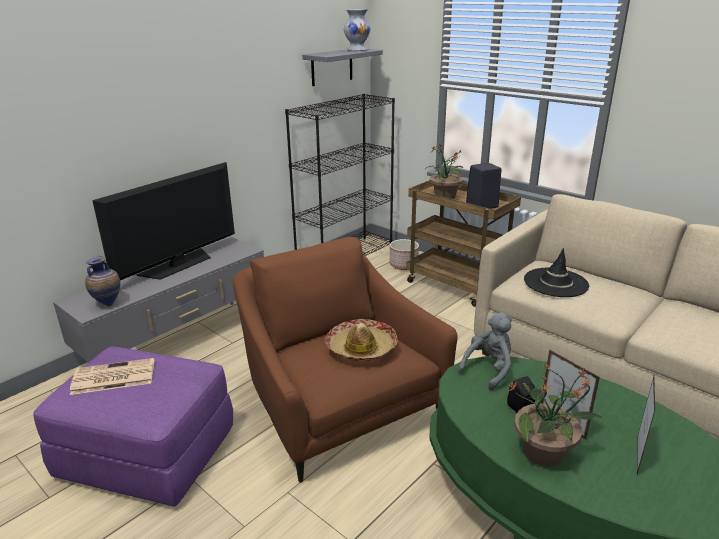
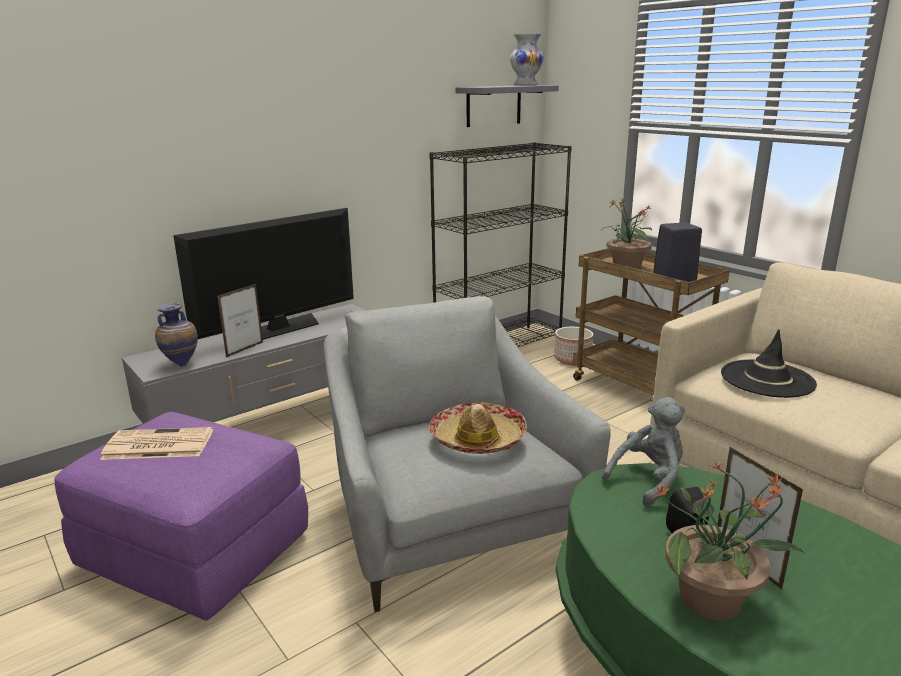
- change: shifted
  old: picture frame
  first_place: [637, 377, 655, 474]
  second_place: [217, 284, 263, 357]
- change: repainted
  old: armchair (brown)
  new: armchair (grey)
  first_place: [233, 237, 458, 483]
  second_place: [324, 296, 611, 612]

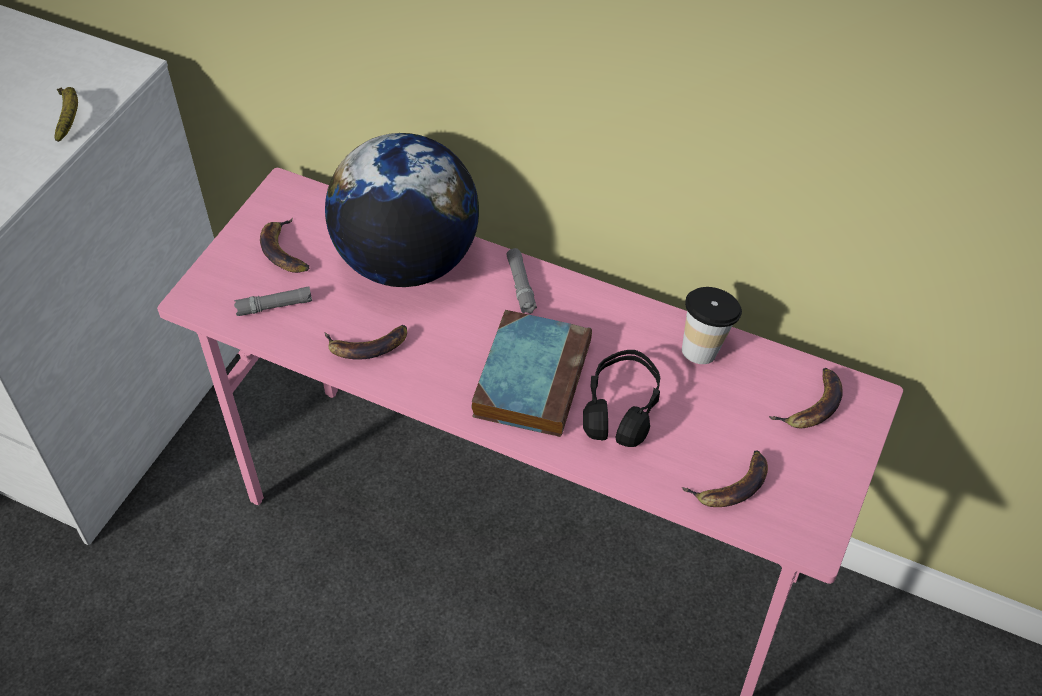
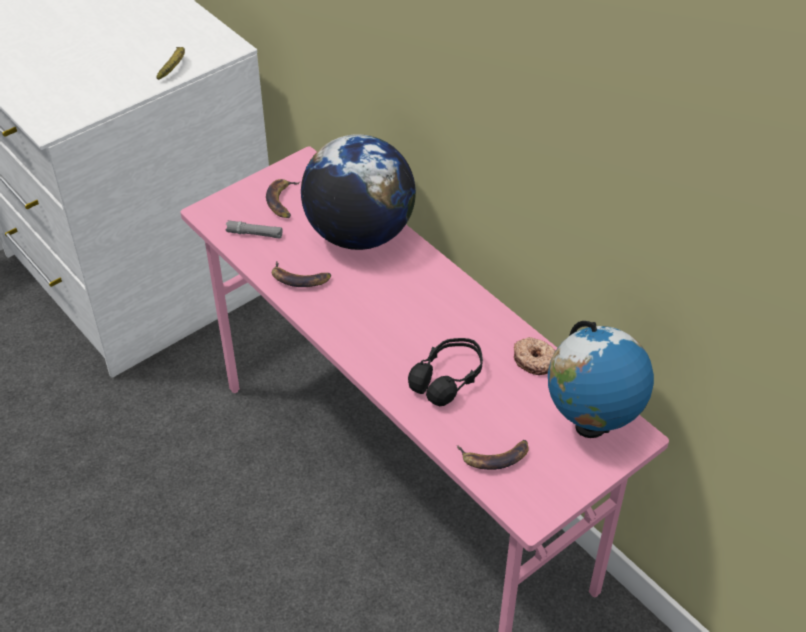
- change: swapped
  old: cup
  new: donut
  first_place: [682, 287, 742, 364]
  second_place: [514, 337, 555, 375]
- change: swapped
  old: banana
  new: globe
  first_place: [769, 368, 843, 428]
  second_place: [548, 321, 654, 438]
- change: gone
  old: book
  first_place: [471, 310, 592, 437]
- change: gone
  old: flashlight (grey)
  first_place: [507, 248, 537, 314]

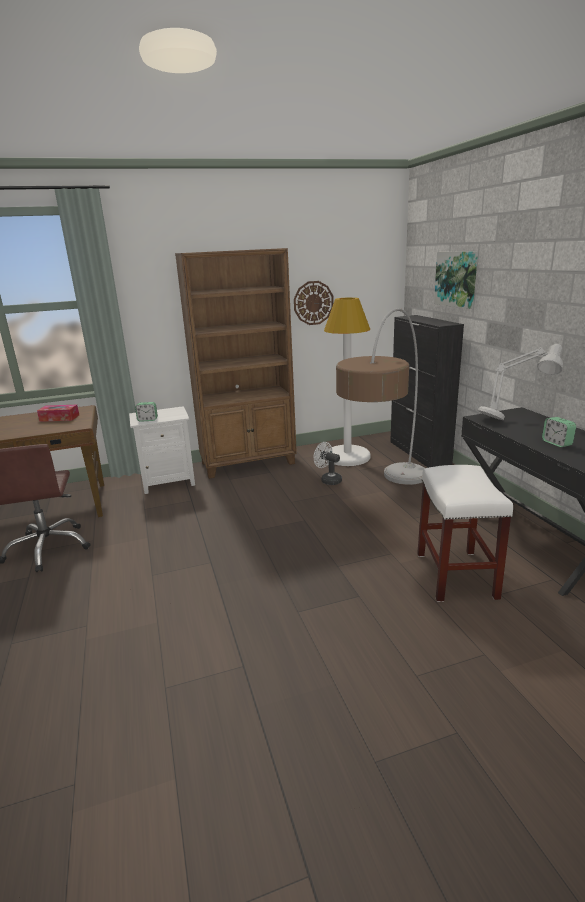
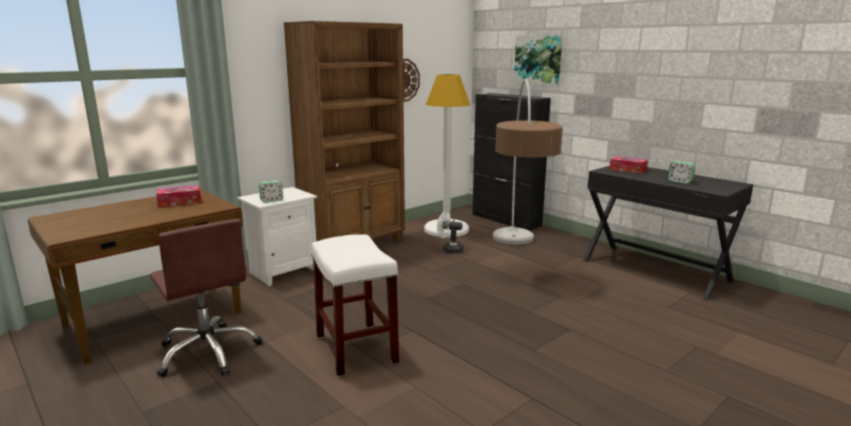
- change: shifted
  old: stool (white)
  first_place: [417, 465, 513, 602]
  second_place: [311, 235, 399, 377]
- change: swapped
  old: table lamp (grey)
  new: tissue box
  first_place: [478, 344, 563, 420]
  second_place: [609, 156, 648, 174]

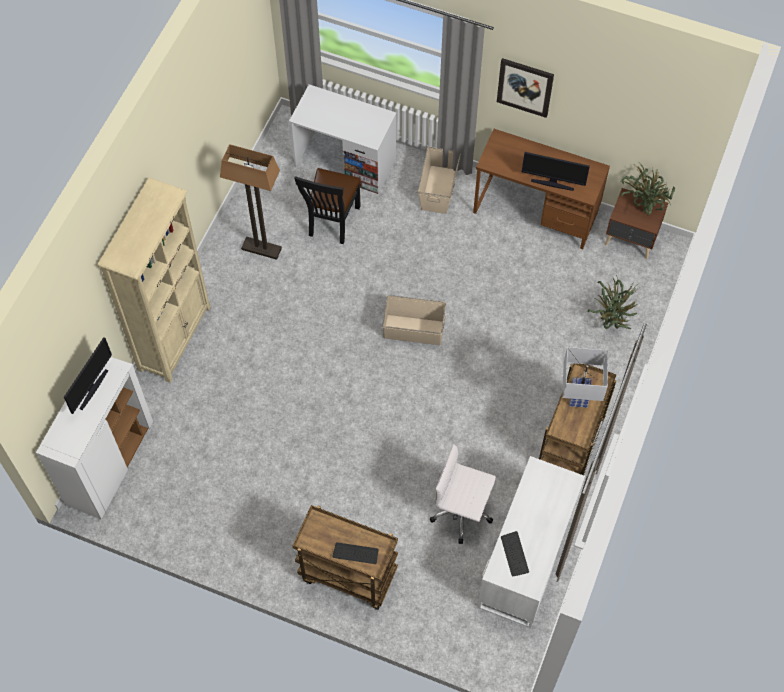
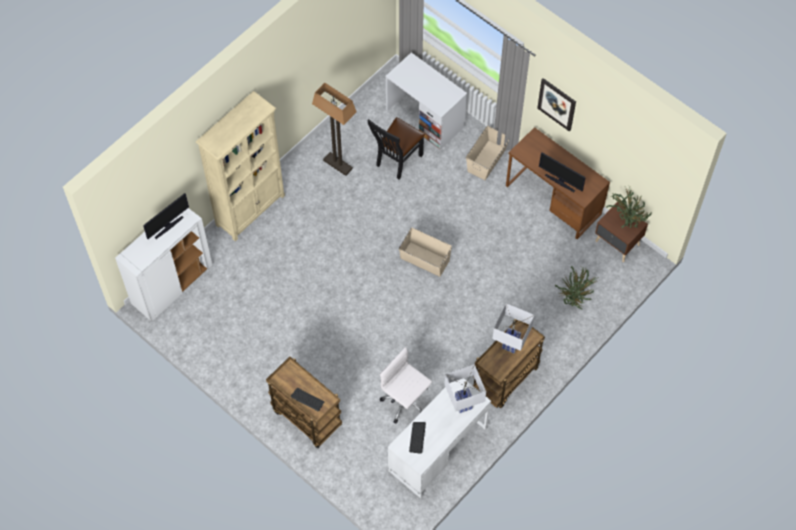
- change: new
  new: table lamp (white)
  second_place: [444, 364, 486, 413]

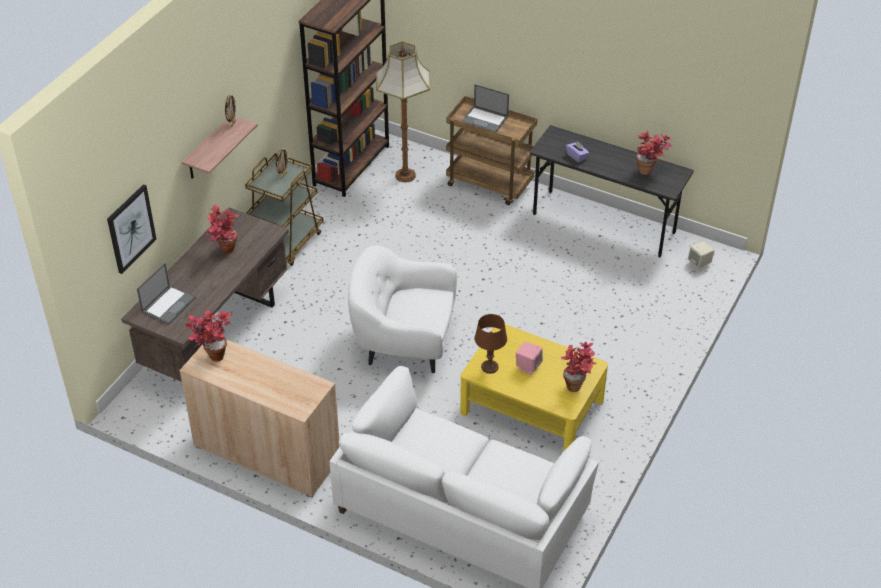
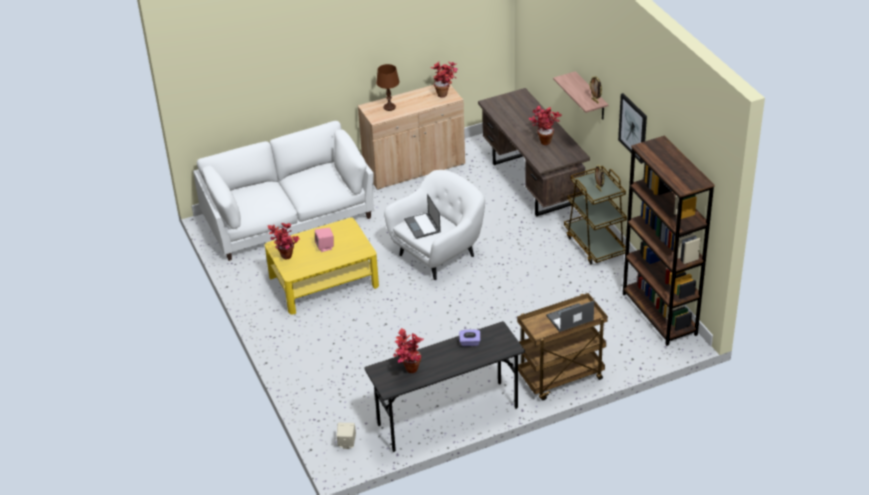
- change: shifted
  old: table lamp (brown)
  first_place: [475, 314, 507, 374]
  second_place: [376, 64, 400, 111]
- change: shifted
  old: laptop
  first_place: [137, 263, 196, 325]
  second_place: [404, 194, 441, 239]
- change: shifted
  old: picture
  first_place: [107, 184, 156, 274]
  second_place: [618, 93, 647, 164]
- change: gone
  old: floor lamp
  first_place: [376, 41, 430, 182]

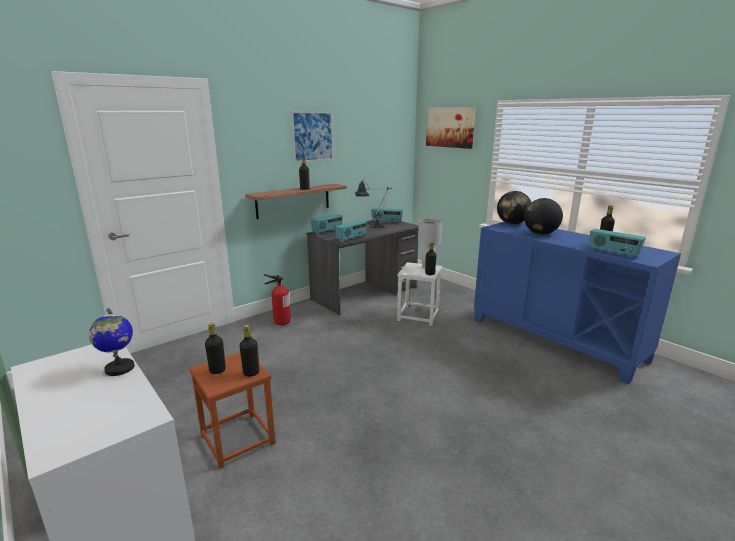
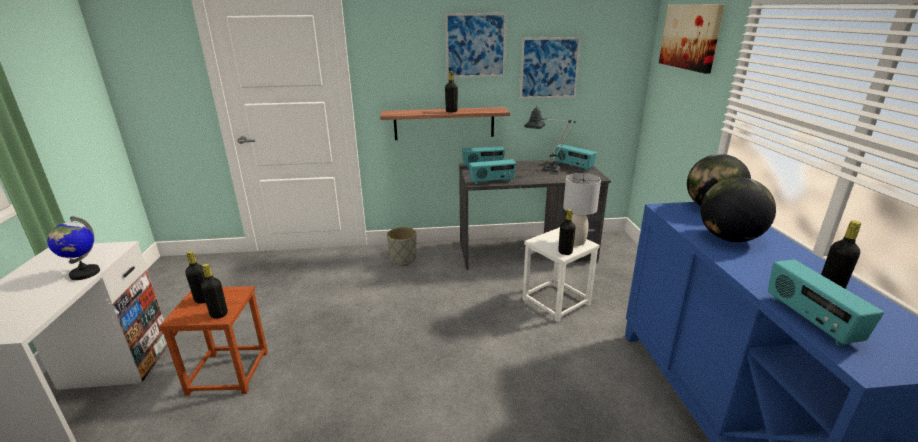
- change: swapped
  old: fire extinguisher
  new: planter (grey)
  first_place: [264, 274, 291, 325]
  second_place: [387, 227, 417, 266]
- change: new
  new: picture
  second_place: [520, 37, 581, 99]

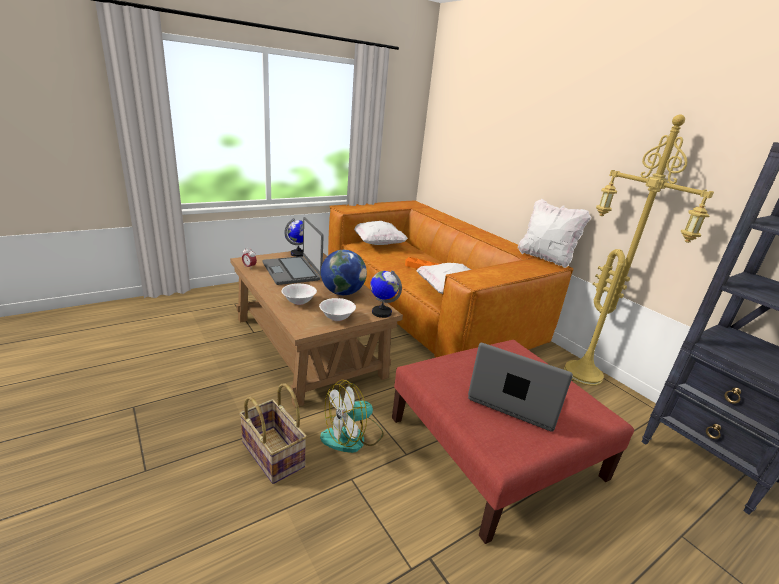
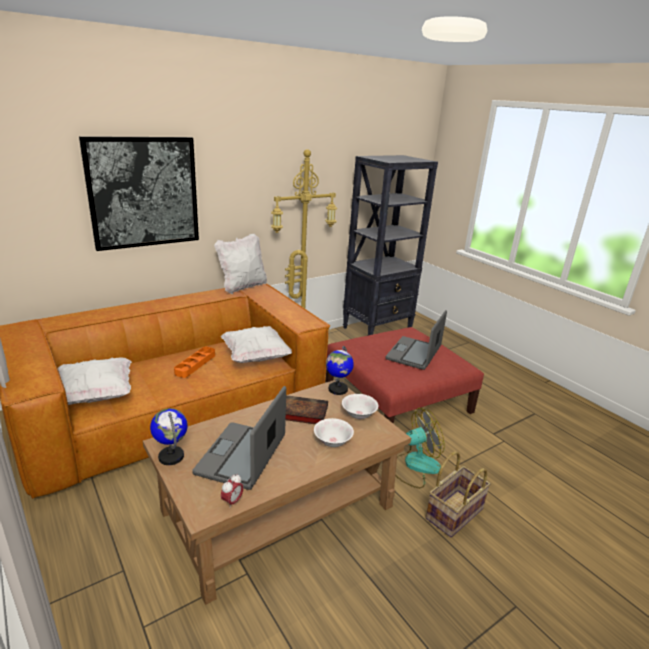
- change: new
  new: picture
  second_place: [79, 136, 199, 251]
- change: rotated
  old: laptop
  first_place: [262, 217, 324, 285]
  second_place: [192, 386, 286, 490]
  degrees: 135
- change: swapped
  old: globe
  new: book
  first_place: [321, 250, 367, 295]
  second_place: [286, 395, 328, 424]
- change: rotated
  old: fan
  first_place: [320, 380, 383, 453]
  second_place: [395, 408, 445, 488]
  degrees: -75

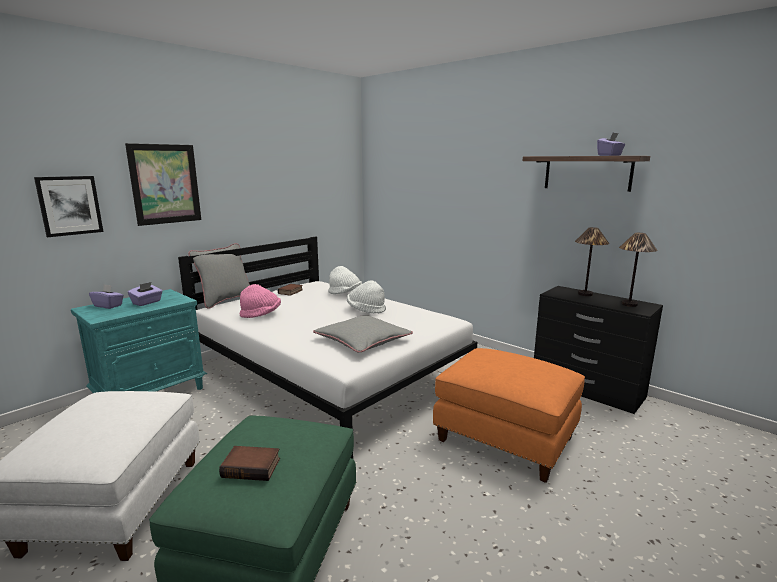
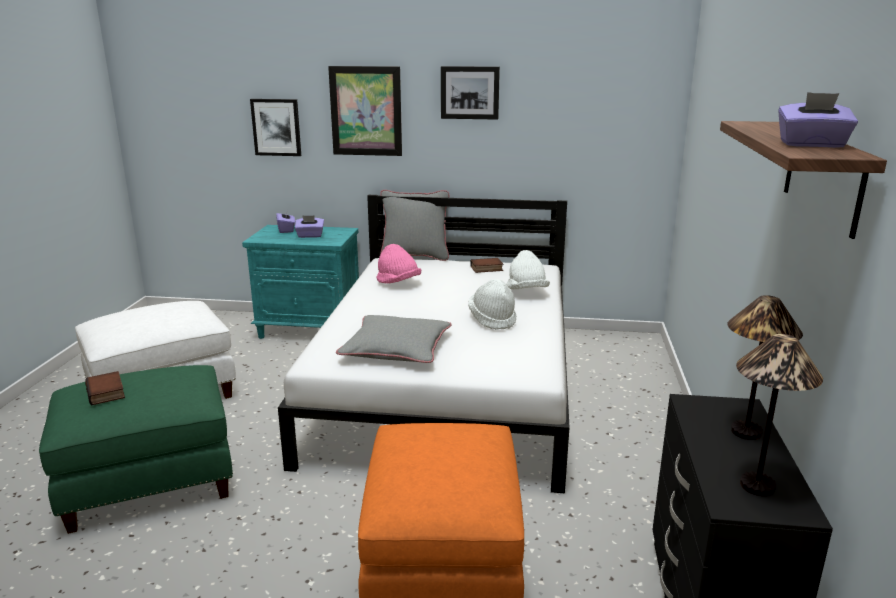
- change: new
  new: picture
  second_place: [441, 66, 500, 120]

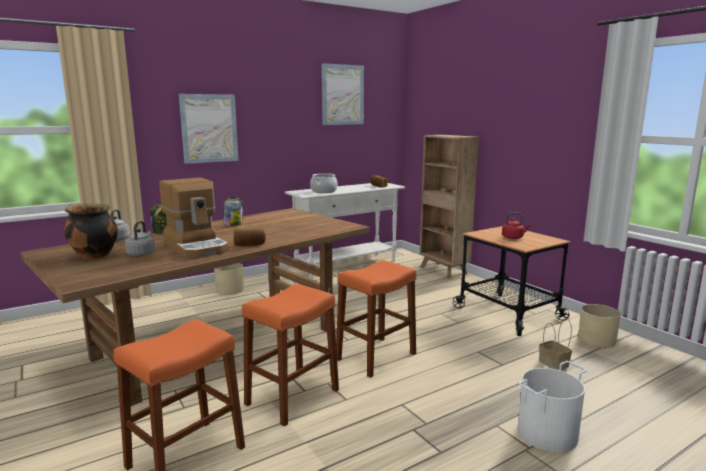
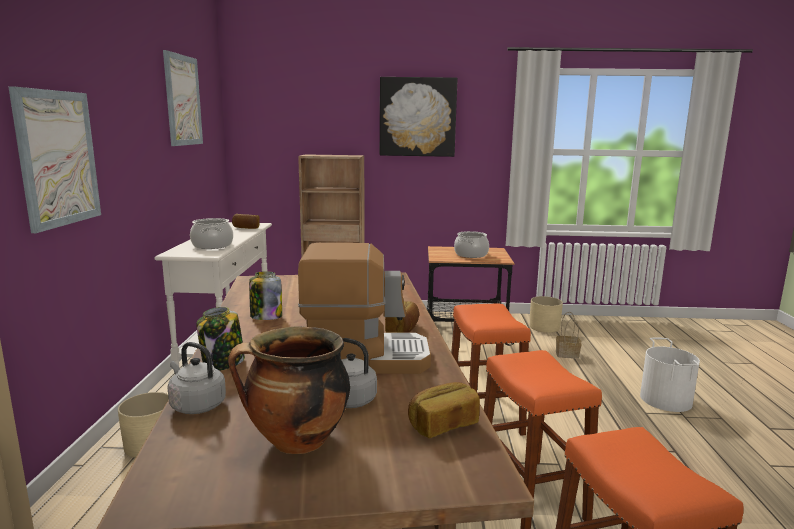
- change: new
  new: picture
  second_place: [380, 77, 458, 157]
- change: new
  new: bread
  second_place: [408, 382, 480, 438]
- change: swapped
  old: kettle (red)
  new: cooking pot
  first_place: [502, 212, 531, 239]
  second_place: [454, 231, 489, 258]

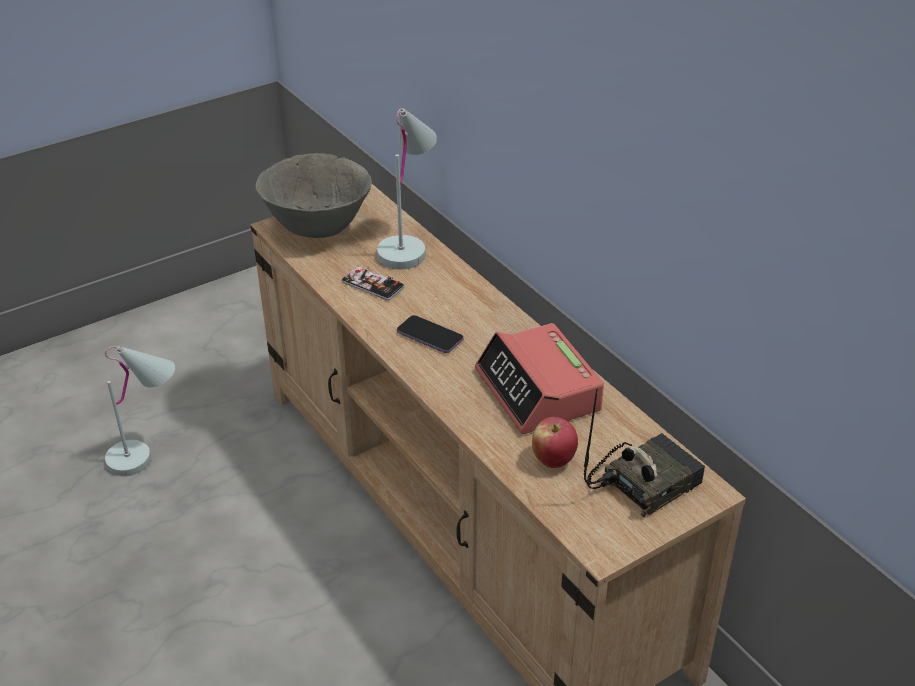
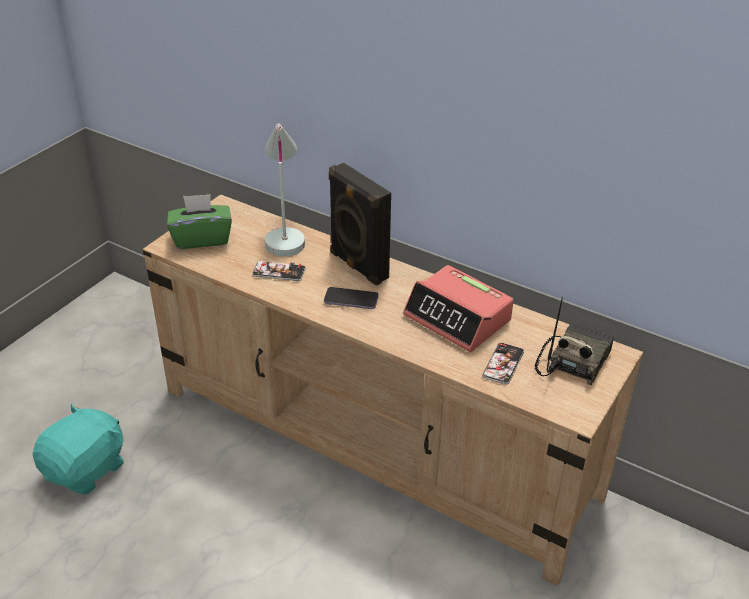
- change: swapped
  old: table lamp (white)
  new: plush toy (turquoise)
  first_place: [105, 346, 175, 476]
  second_place: [33, 404, 124, 494]
- change: swapped
  old: bowl (grey)
  new: tissue box (green)
  first_place: [255, 153, 372, 238]
  second_place: [167, 194, 232, 249]
- change: new
  new: speaker (black)
  second_place: [329, 163, 391, 286]
- change: swapped
  old: apple
  new: phone
  first_place: [532, 417, 578, 468]
  second_place: [482, 343, 524, 385]

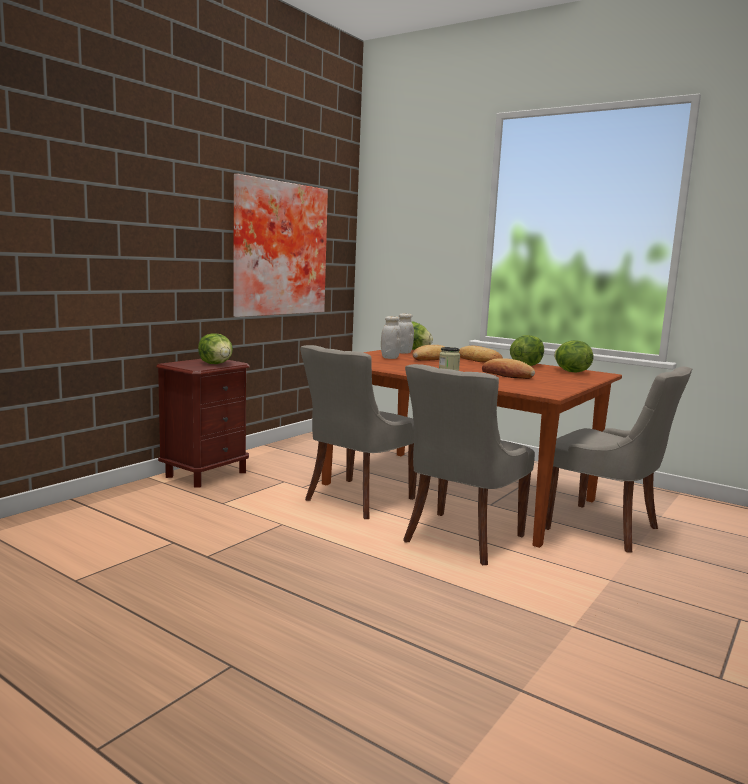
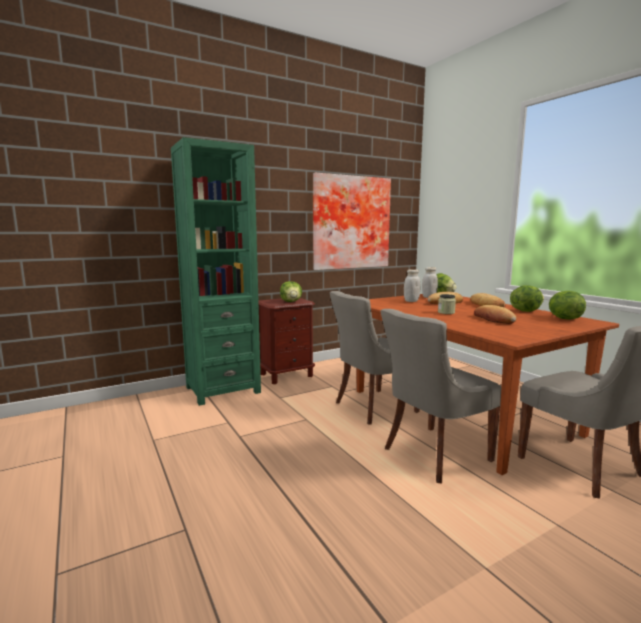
- change: new
  new: bookcase (green)
  second_place: [171, 137, 261, 406]

